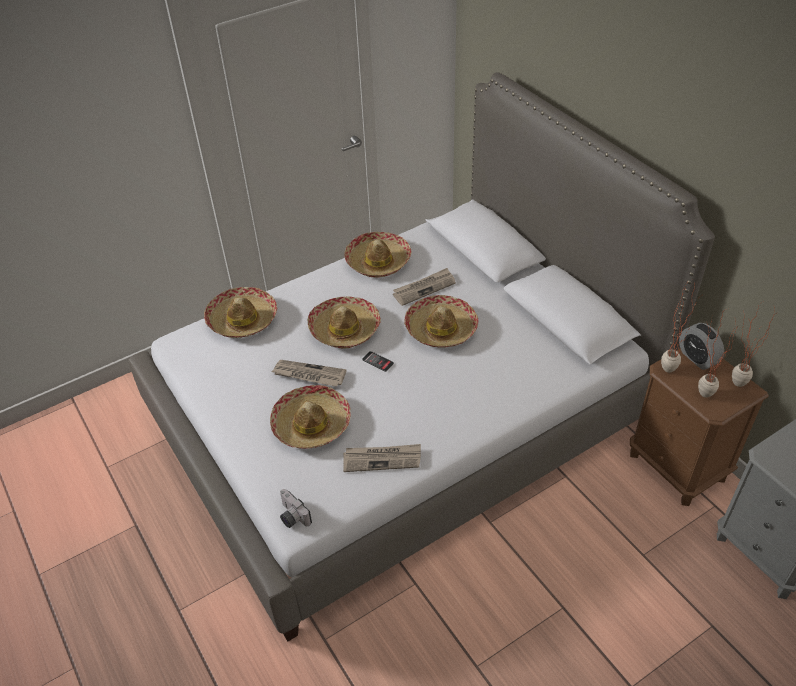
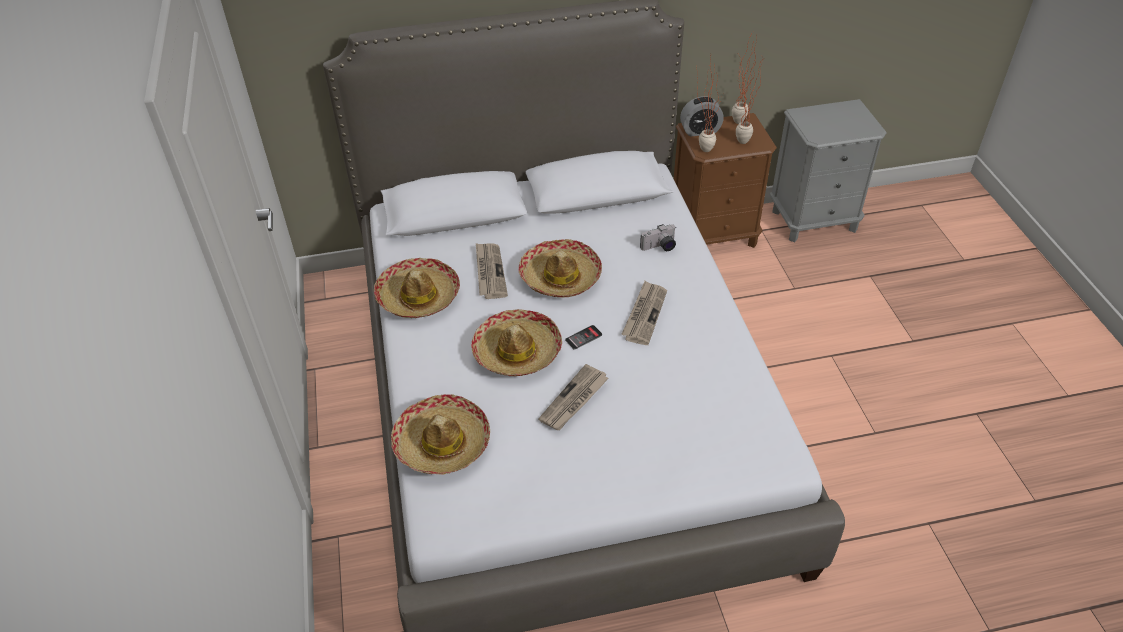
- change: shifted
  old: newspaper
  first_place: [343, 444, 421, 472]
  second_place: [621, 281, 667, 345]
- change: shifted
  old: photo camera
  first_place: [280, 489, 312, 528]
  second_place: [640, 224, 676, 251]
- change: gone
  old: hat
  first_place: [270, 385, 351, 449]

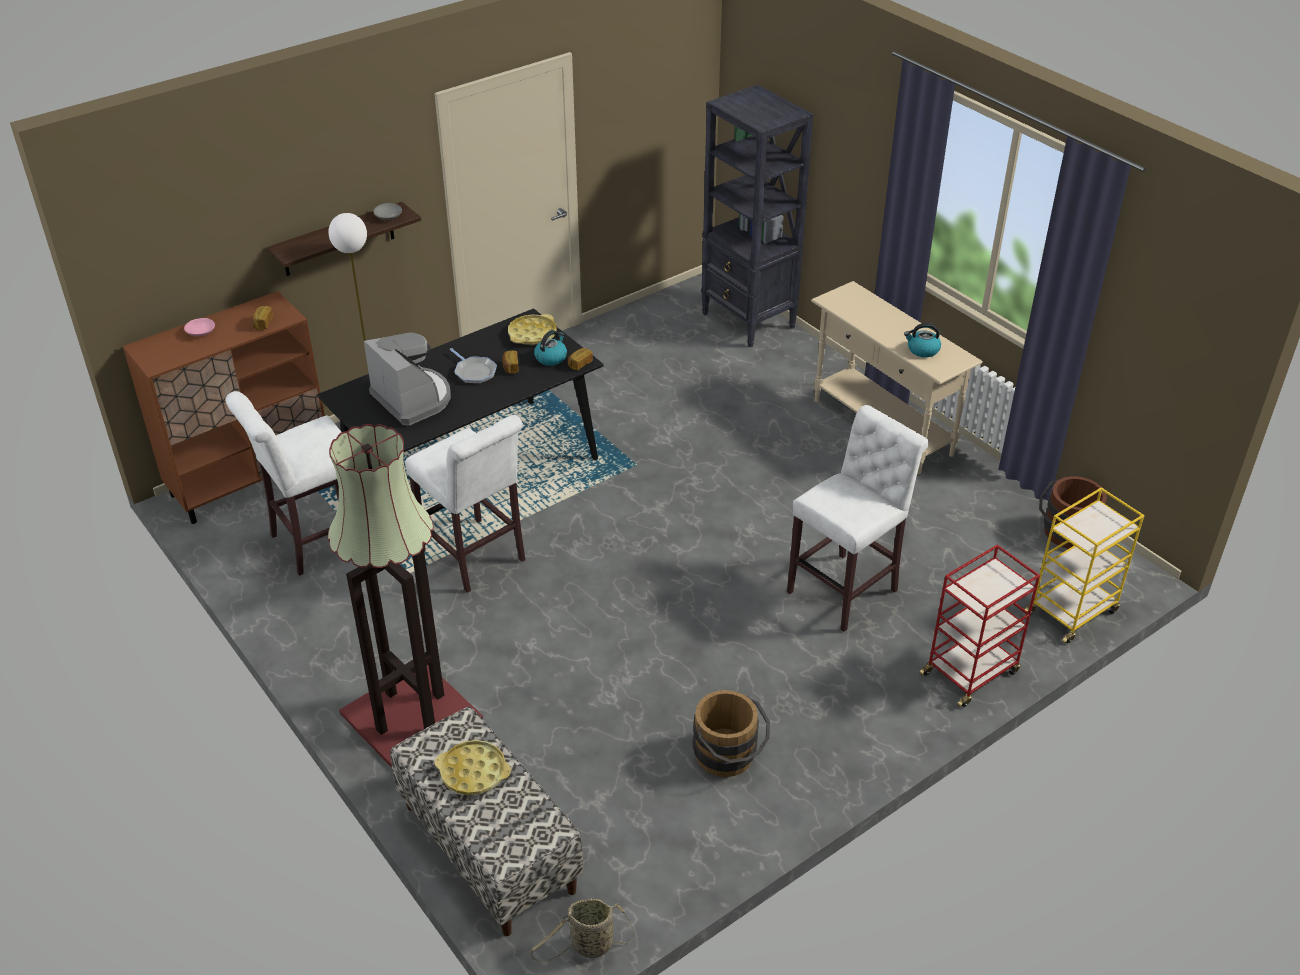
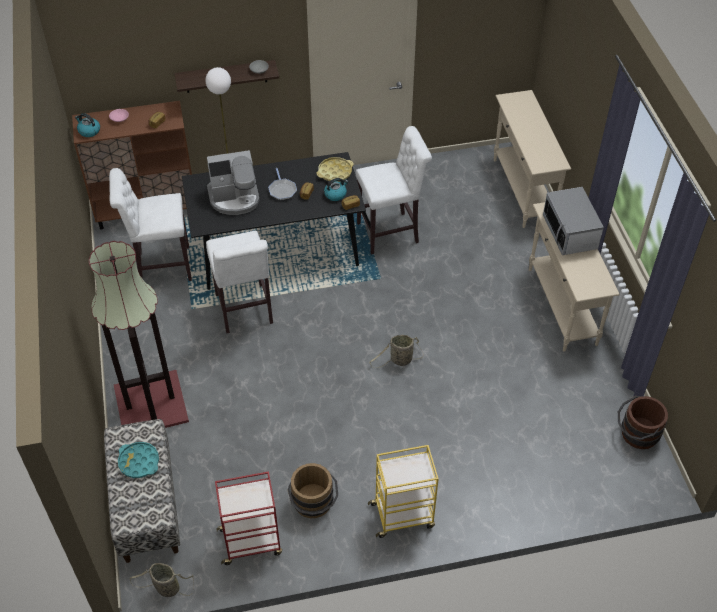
- change: shifted
  old: kettle
  first_place: [904, 323, 941, 358]
  second_place: [75, 113, 100, 137]
- change: repainted
  old: tray (yellow)
  new: tray (turquoise)
  first_place: [435, 740, 511, 795]
  second_place: [118, 442, 159, 478]
- change: rotated
  old: coffee machine
  first_place: [364, 332, 451, 426]
  second_place: [207, 150, 259, 215]
  degrees: 90
- change: shifted
  old: cart (red)
  first_place: [919, 545, 1040, 707]
  second_place: [215, 472, 282, 565]
- change: shifted
  old: stool (white)
  first_place: [787, 405, 929, 632]
  second_place: [356, 126, 432, 255]
- change: shifted
  old: cart (yellow)
  first_place: [1023, 487, 1145, 644]
  second_place: [368, 445, 439, 538]
- change: new
  new: basket
  second_place: [369, 335, 424, 368]
- change: swapped
  old: bookcase (black)
  new: console table (beige)
  first_place: [701, 85, 814, 347]
  second_place: [494, 90, 571, 228]
- change: new
  new: microwave
  second_place: [543, 187, 604, 255]

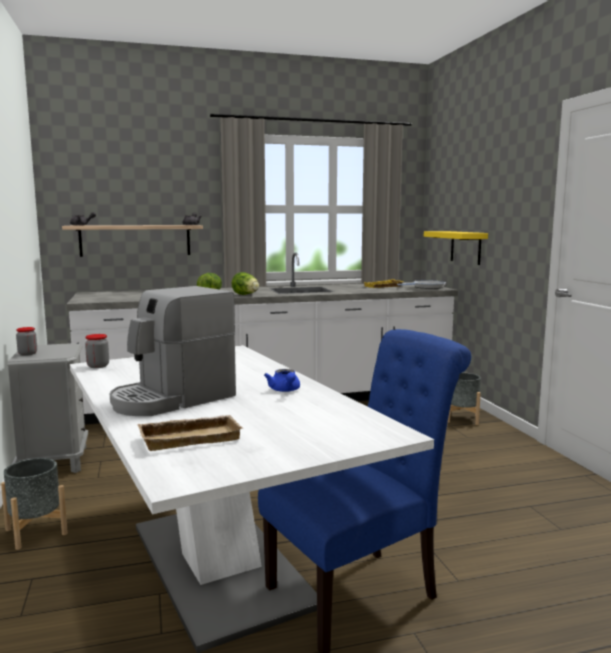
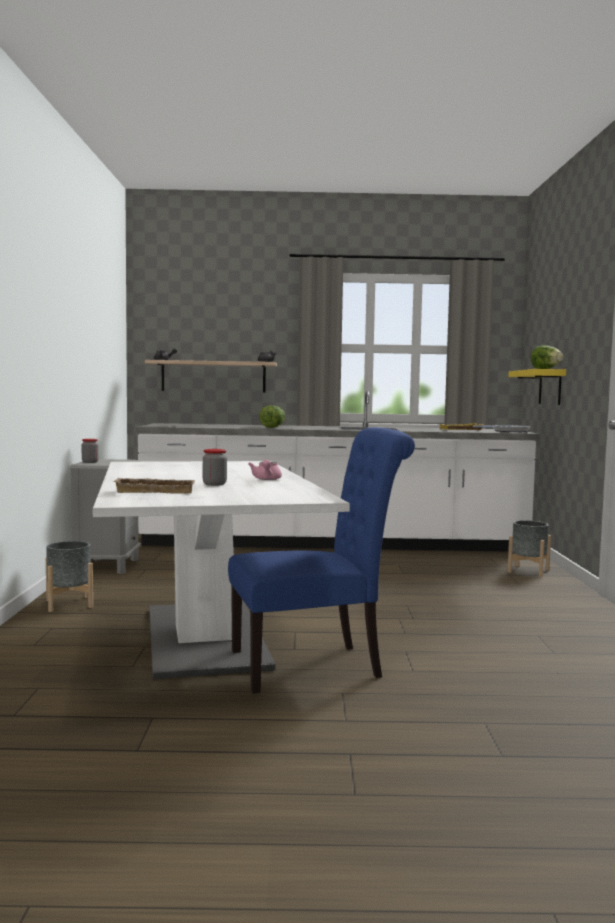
- change: shifted
  old: jar
  first_place: [85, 334, 109, 368]
  second_place: [203, 449, 227, 486]
- change: repainted
  old: teapot (blue)
  new: teapot (pink)
  first_place: [264, 369, 300, 392]
  second_place: [248, 460, 282, 480]
- change: shifted
  old: lettuce
  first_place: [231, 272, 259, 295]
  second_place: [531, 345, 564, 369]
- change: gone
  old: coffee machine
  first_place: [110, 286, 236, 416]

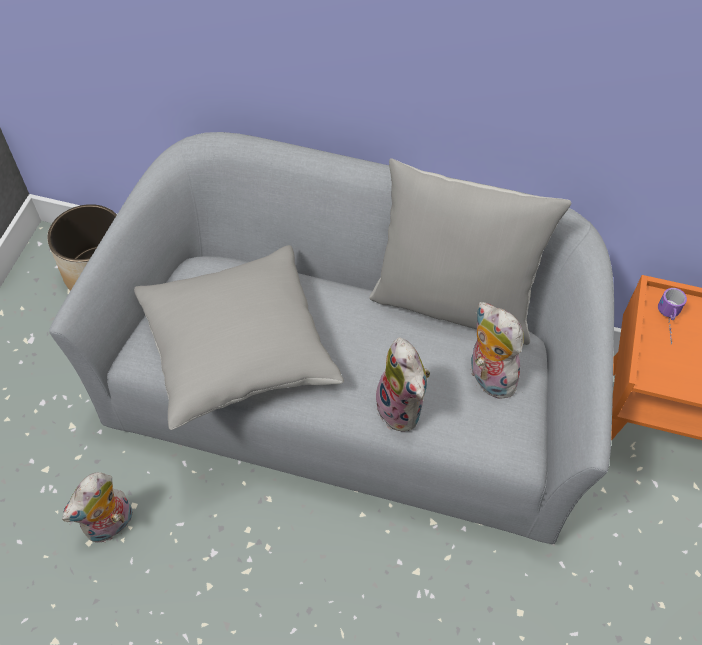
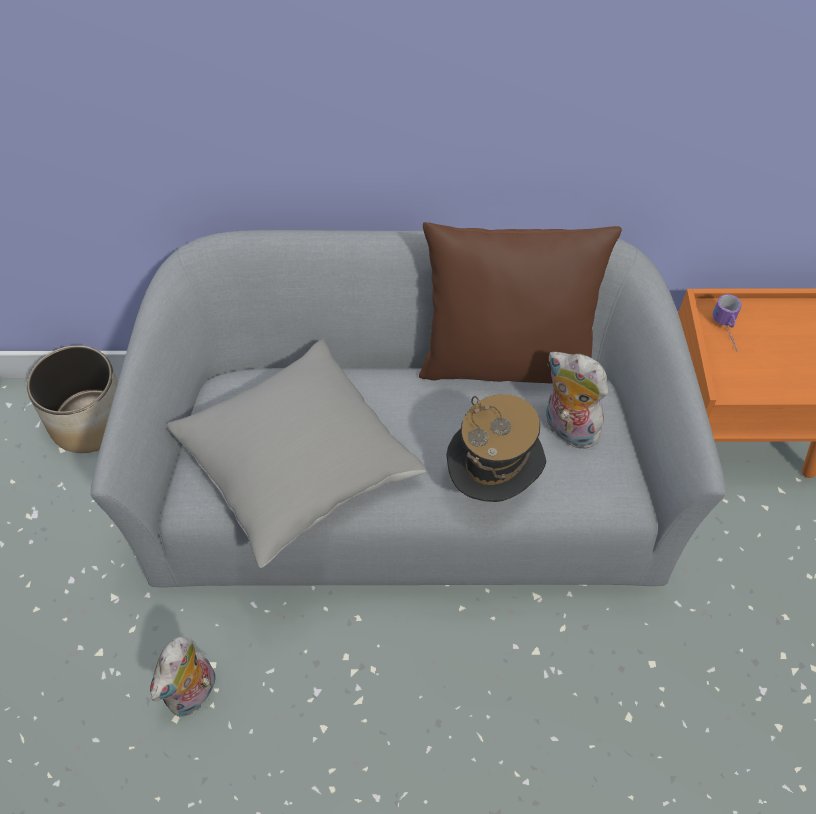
- change: repainted
  old: pillow (grey)
  new: pillow (brown)
  first_place: [369, 158, 571, 345]
  second_place: [419, 222, 622, 384]
- change: swapped
  old: plush toy
  new: hat
  first_place: [376, 337, 430, 432]
  second_place: [446, 394, 546, 502]

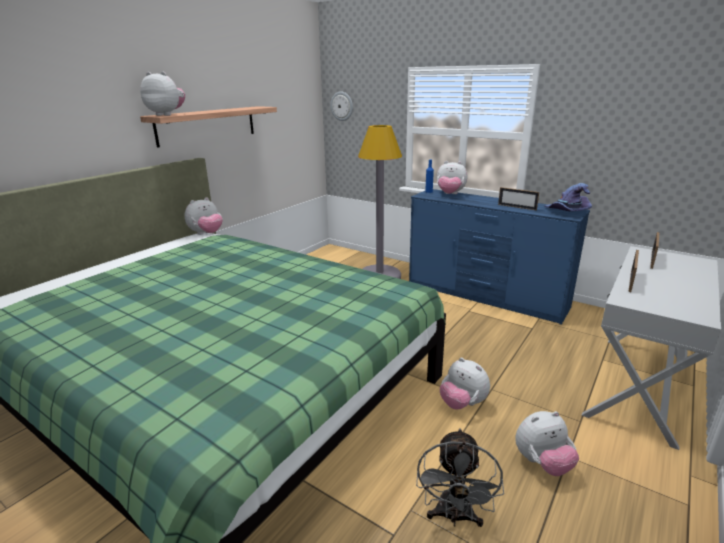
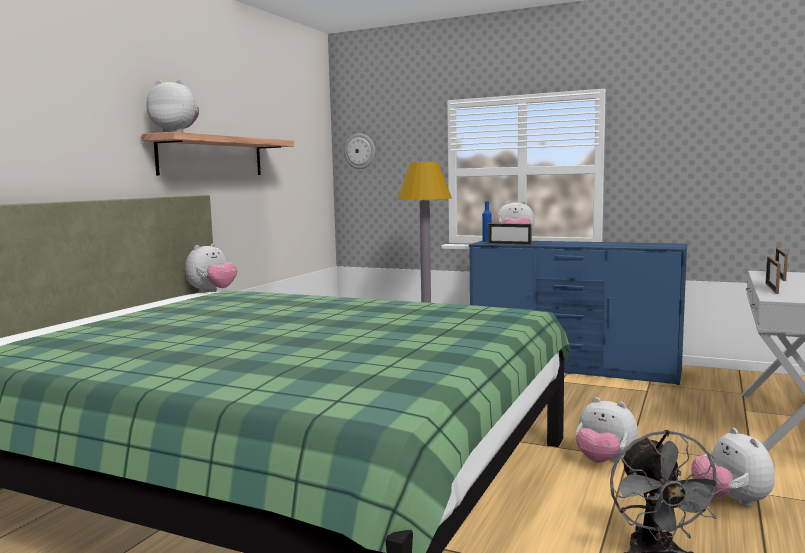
- change: shifted
  old: picture frame
  first_place: [498, 187, 539, 210]
  second_place: [488, 223, 532, 245]
- change: rotated
  old: plush toy
  first_place: [515, 411, 579, 476]
  second_place: [691, 428, 775, 507]
  degrees: 105
- change: gone
  old: hat (purple)
  first_place: [544, 183, 592, 211]

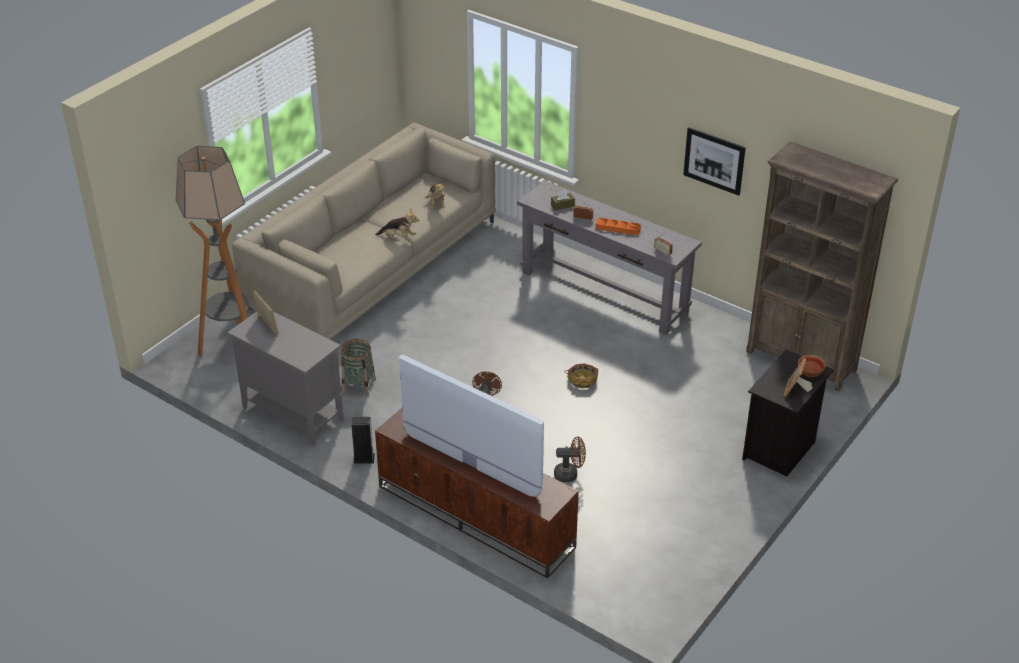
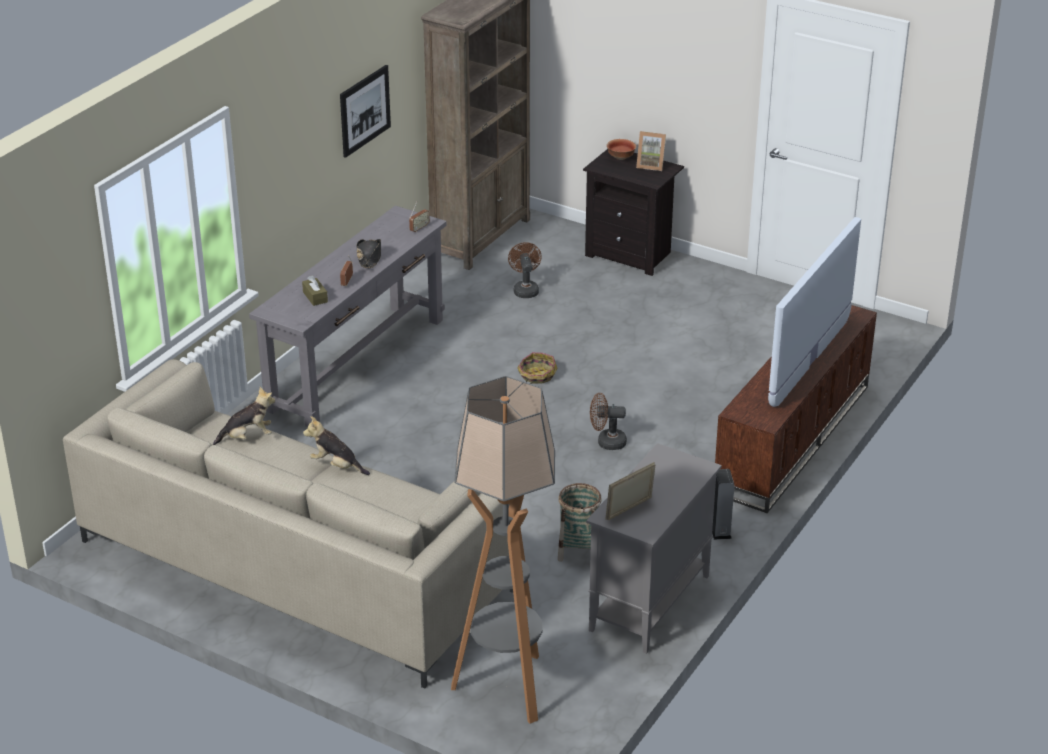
- change: rotated
  old: plush toy
  first_place: [376, 209, 419, 241]
  second_place: [303, 416, 370, 475]
  degrees: -75
- change: swapped
  old: tray (orange)
  new: hat (black)
  first_place: [596, 218, 641, 235]
  second_place: [357, 239, 381, 268]
- change: shifted
  old: fan (brown)
  first_place: [554, 437, 586, 482]
  second_place: [508, 242, 542, 298]

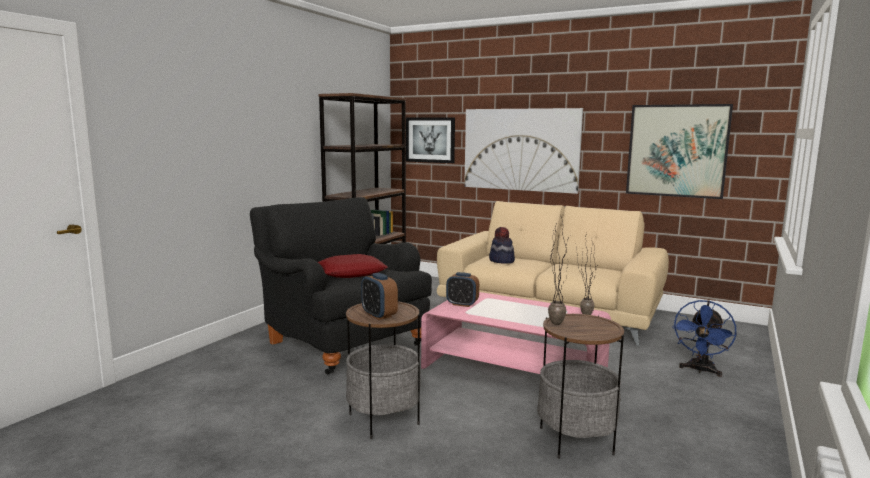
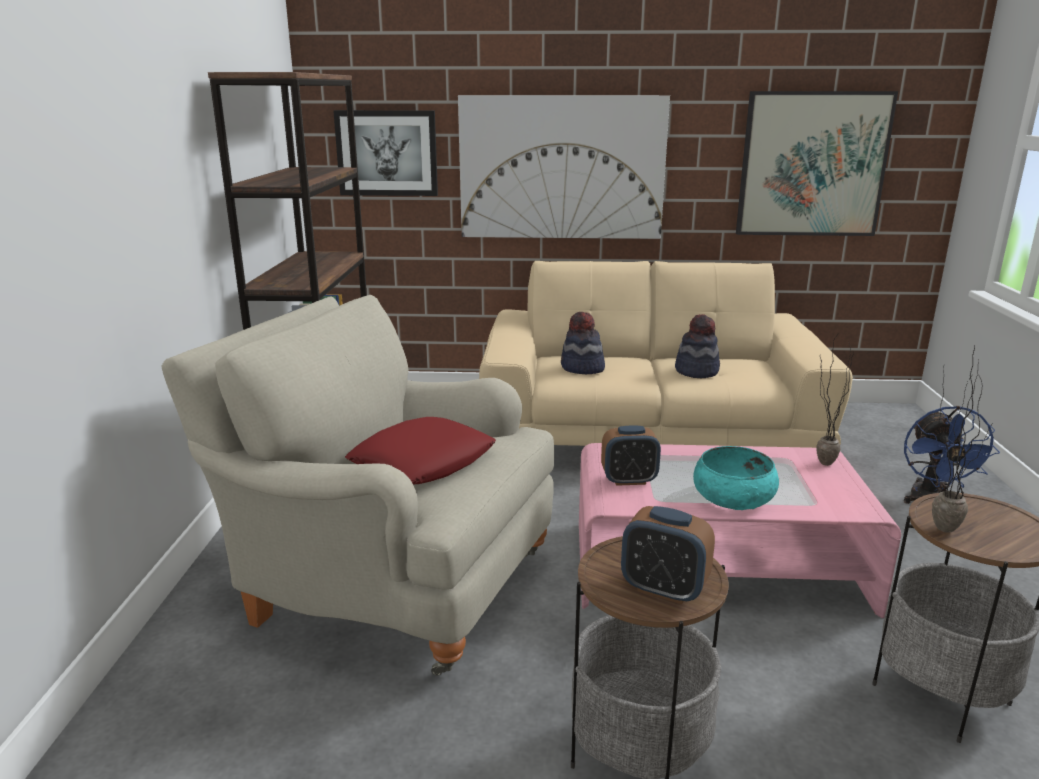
- change: repainted
  old: armchair (black)
  new: armchair (beige)
  first_place: [250, 197, 432, 374]
  second_place: [162, 295, 554, 675]
- change: new
  new: hat
  second_place: [675, 314, 720, 378]
- change: new
  new: bowl (turquoise)
  second_place: [693, 446, 779, 510]

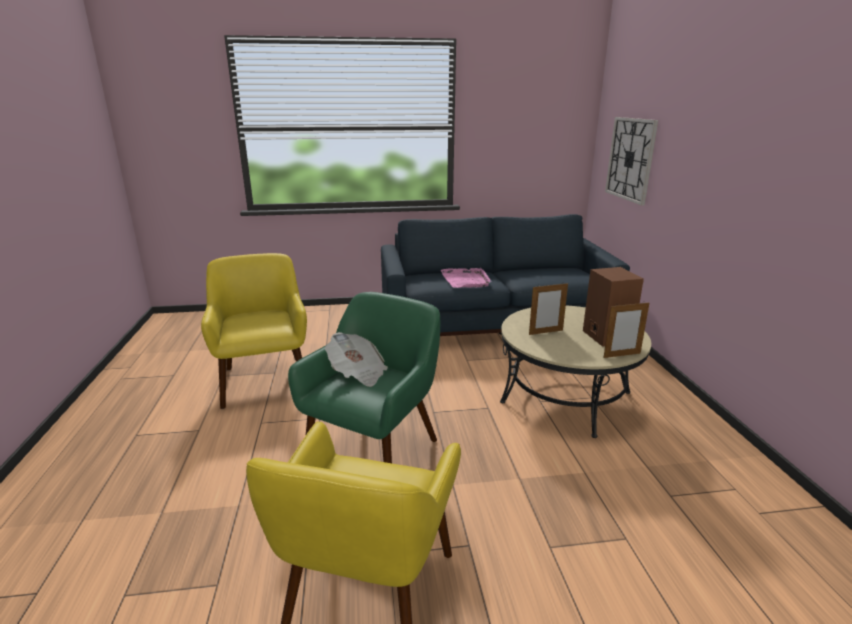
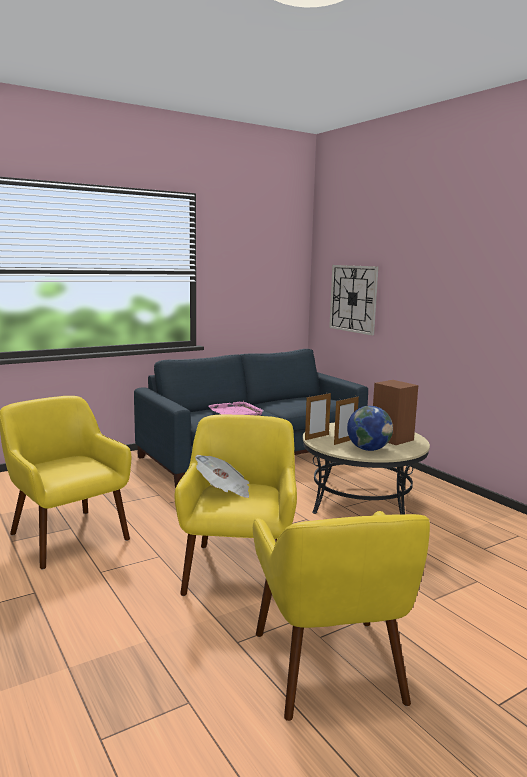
- change: repainted
  old: armchair (green)
  new: armchair (yellow)
  first_place: [288, 292, 440, 463]
  second_place: [175, 414, 297, 596]
- change: shifted
  old: picture frame
  first_place: [603, 301, 649, 358]
  second_place: [305, 392, 331, 440]
- change: new
  new: globe
  second_place: [347, 406, 393, 451]

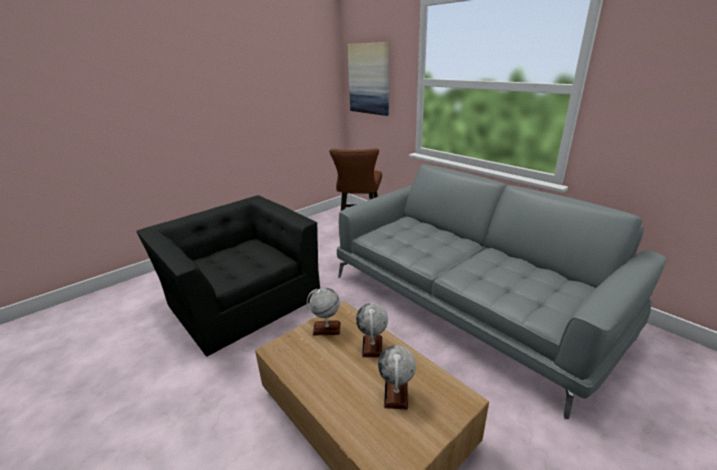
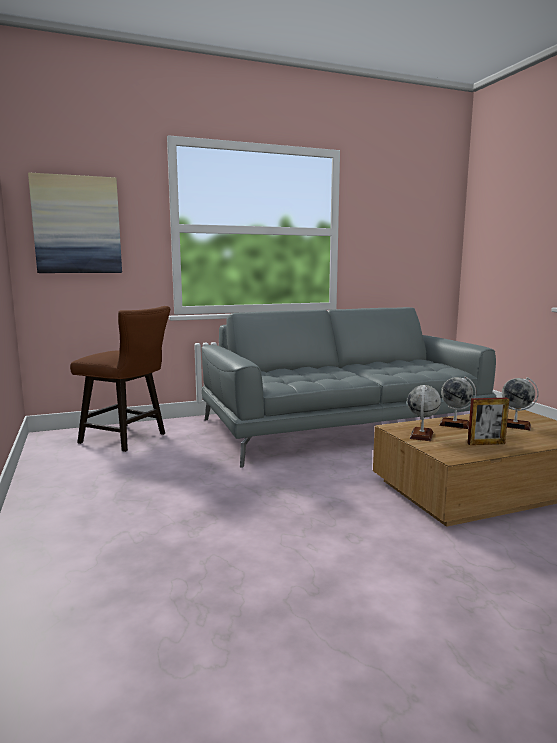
- change: new
  new: picture frame
  second_place: [467, 398, 509, 445]
- change: gone
  old: armchair (black)
  first_place: [136, 195, 320, 357]

